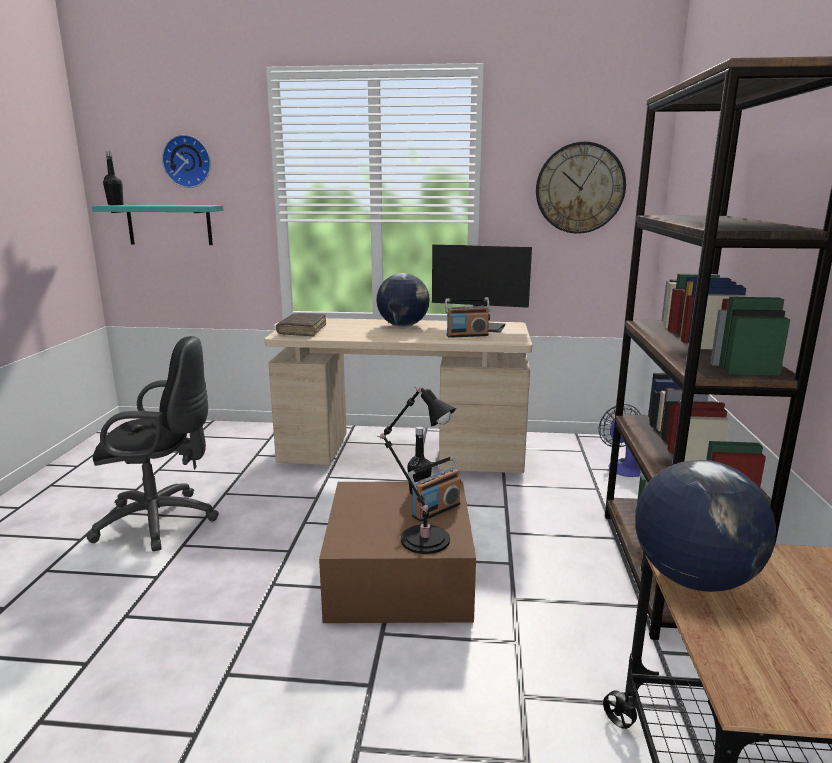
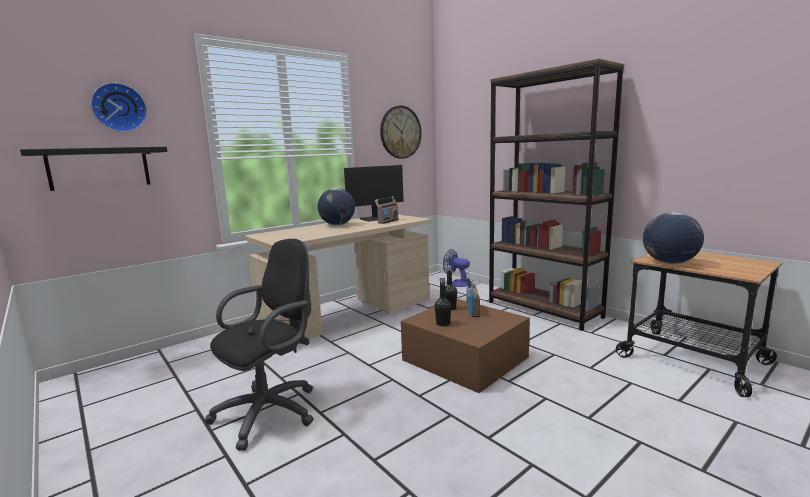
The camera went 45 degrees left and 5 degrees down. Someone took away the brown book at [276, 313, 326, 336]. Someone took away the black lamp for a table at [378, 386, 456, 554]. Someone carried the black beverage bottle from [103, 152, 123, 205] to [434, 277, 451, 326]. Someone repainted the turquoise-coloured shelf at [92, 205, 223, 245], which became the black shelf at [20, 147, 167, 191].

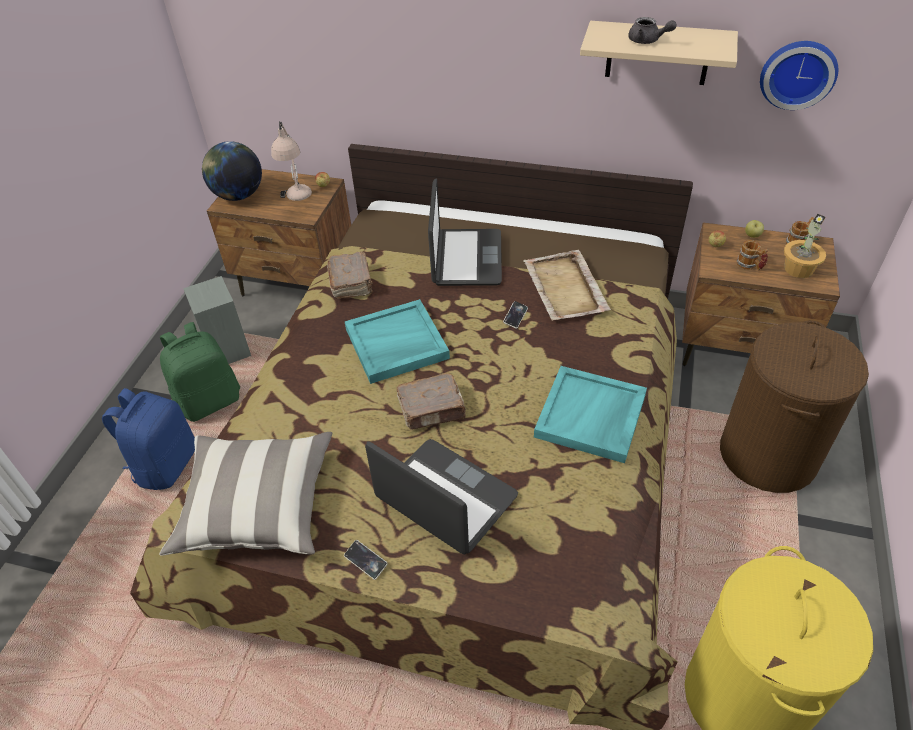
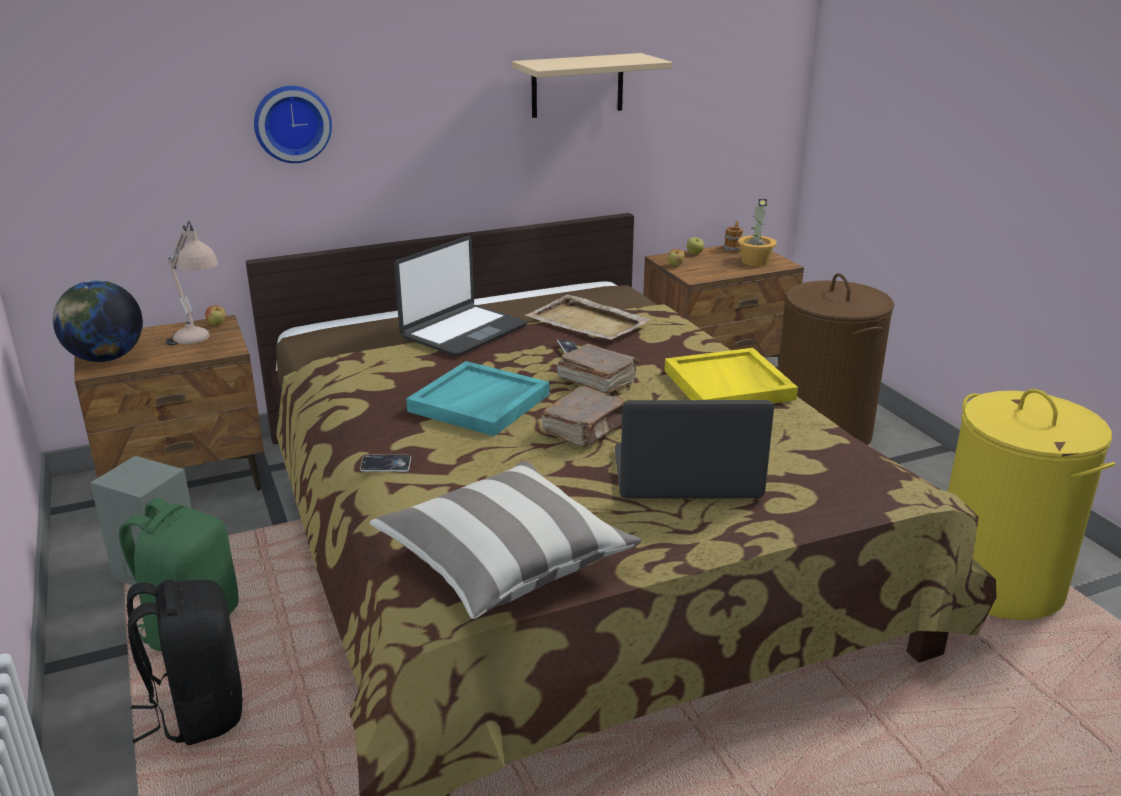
The camera went 40 degrees left and 20 degrees down. Someone took away the grey tea pot at [628, 17, 677, 44]. Someone took away the coffee mug at [737, 240, 768, 270]. Someone carried the brown book from [327, 251, 373, 299] to [557, 344, 639, 394]. Someone carried the handset from [344, 540, 388, 580] to [360, 455, 411, 472]. Someone carried the wall clock from [760, 41, 838, 110] to [254, 86, 332, 163]. Someone repainted the blue backpack at [102, 388, 195, 490], which became the black backpack at [127, 580, 243, 745]. Someone repainted the turquoise-coloured carrying tray at [534, 366, 647, 463], which became the yellow carrying tray at [664, 348, 798, 403]. Someone rotated the notebook computer at [428, 178, 502, 286] by 75 degrees clockwise.

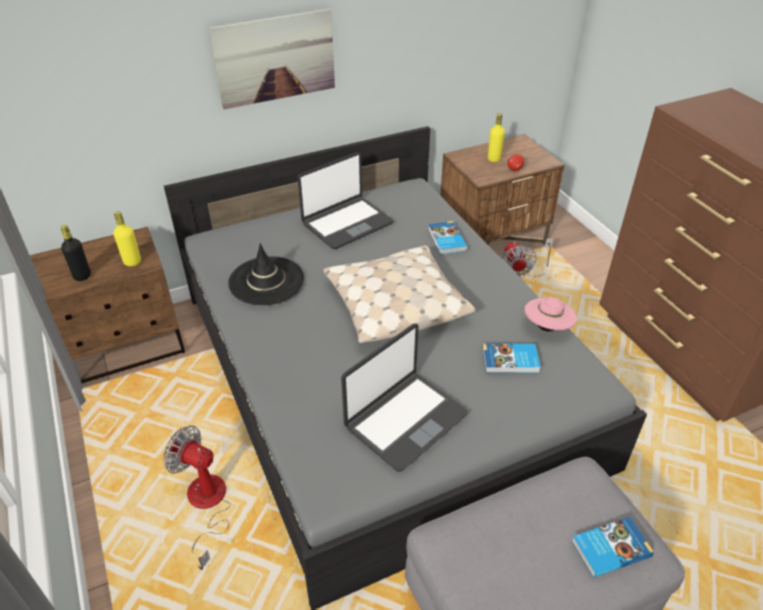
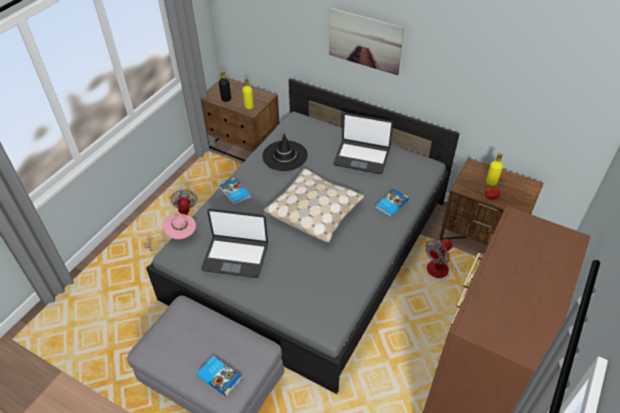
The camera went 55 degrees right and 5 degrees up. Someone carried the book from [482, 344, 541, 373] to [219, 178, 251, 205]. Someone carried the pink hat from [525, 297, 577, 332] to [162, 214, 196, 239].

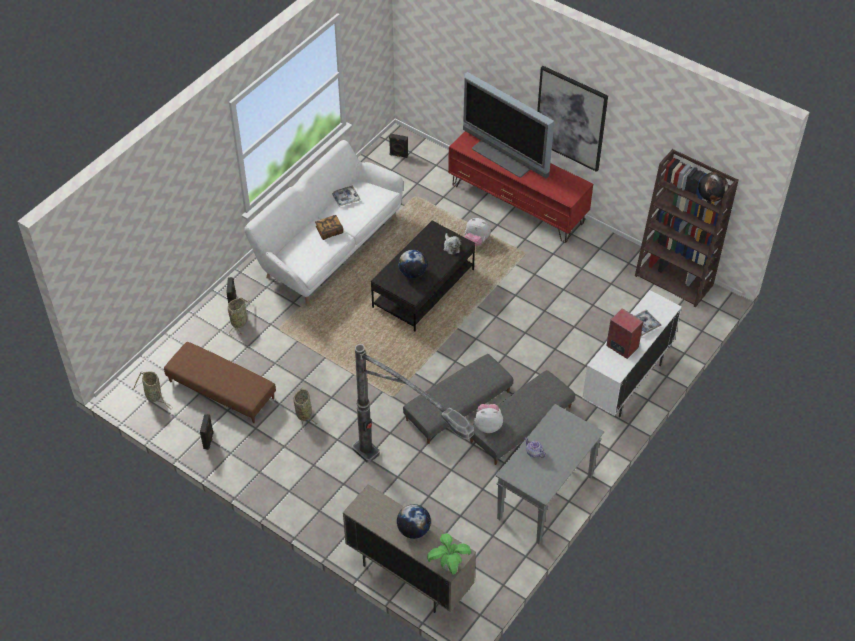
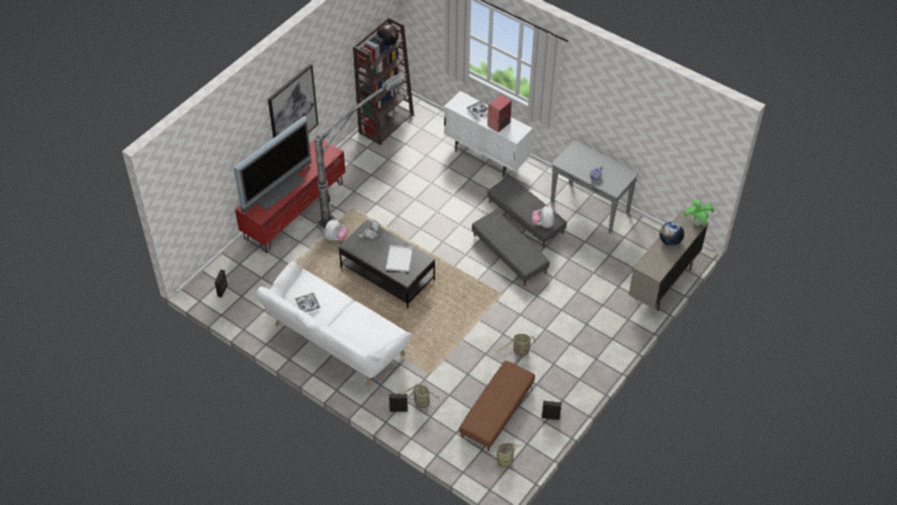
The camera went 90 degrees left and 0 degrees up. Someone took away the book at [315, 215, 343, 240]. Someone carried the standing lamp from [352, 344, 474, 463] to [314, 74, 405, 232]. Someone swapped the globe at [398, 250, 427, 278] for the white-coloured carrying tray at [386, 245, 413, 272].

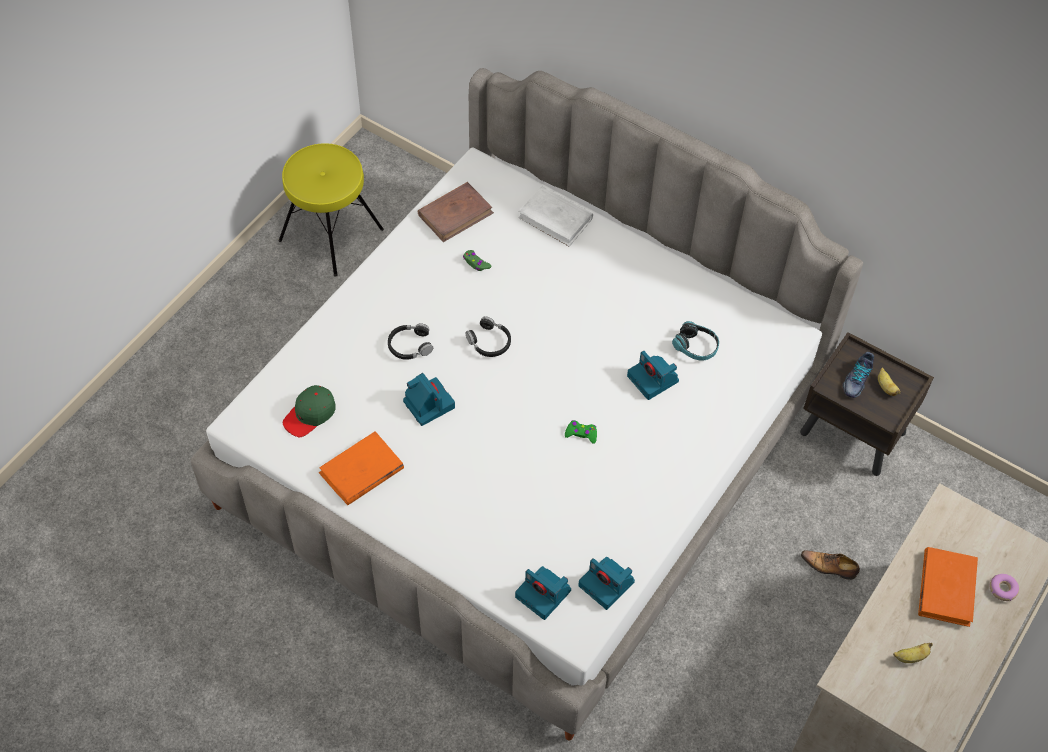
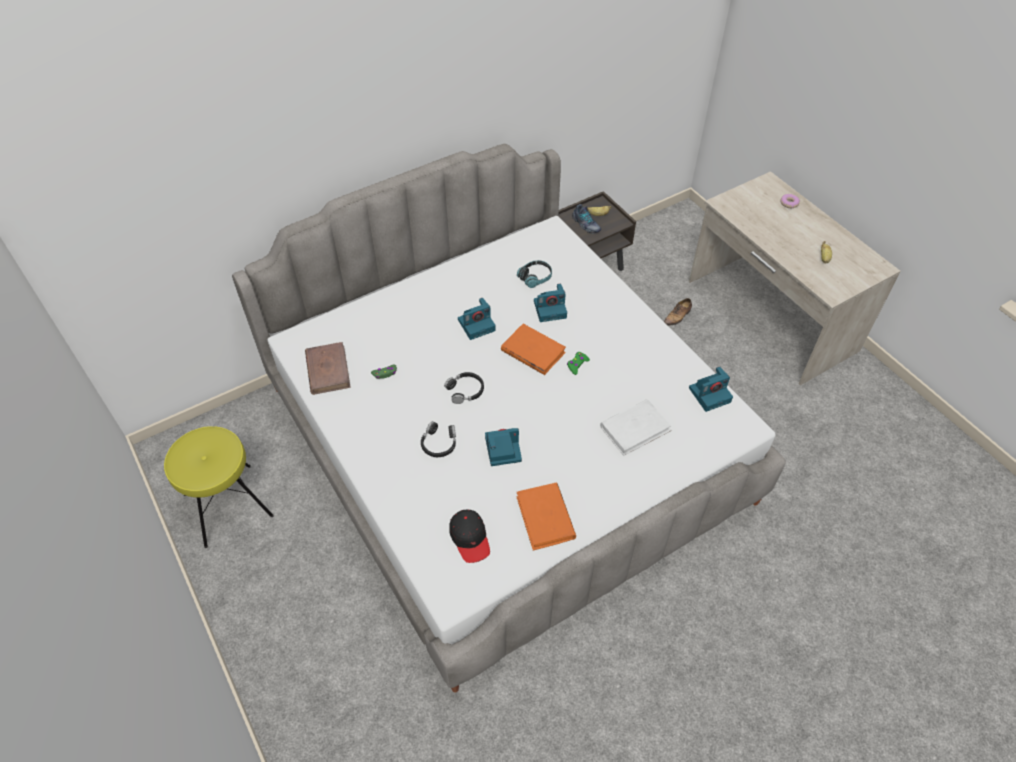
The camera went 65 degrees left and 5 degrees down. Someone carried the still camera from [515, 566, 571, 620] to [458, 298, 495, 340]. Someone carried the white-coloured book from [518, 186, 593, 246] to [600, 399, 671, 456]. Someone carried the orange book from [918, 547, 978, 627] to [501, 324, 566, 375]. Someone repainted the greenish cap at [283, 385, 336, 437], which became the black cap at [449, 510, 490, 563].

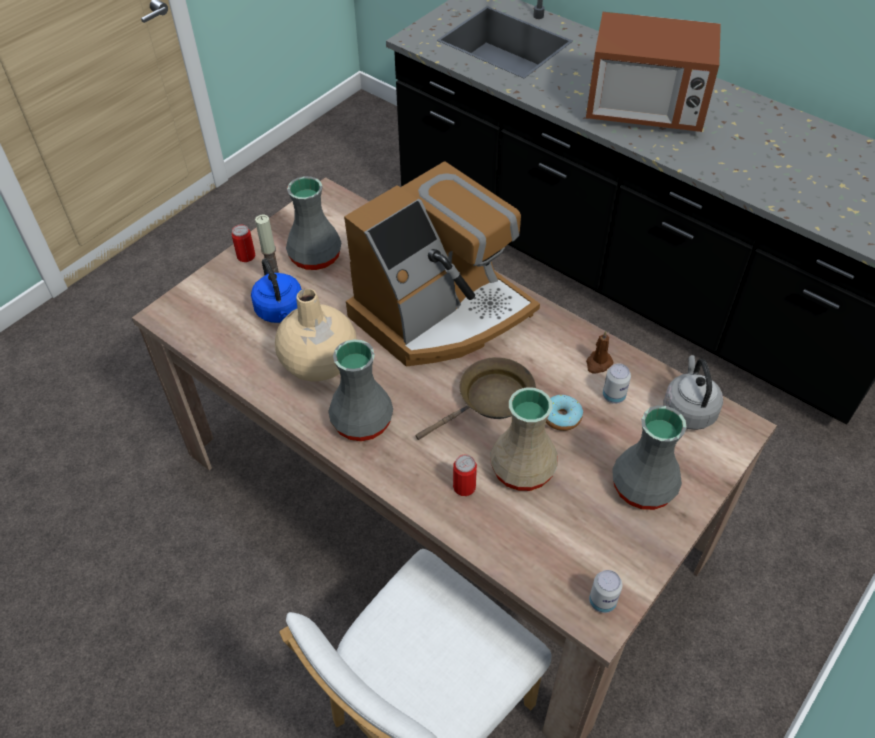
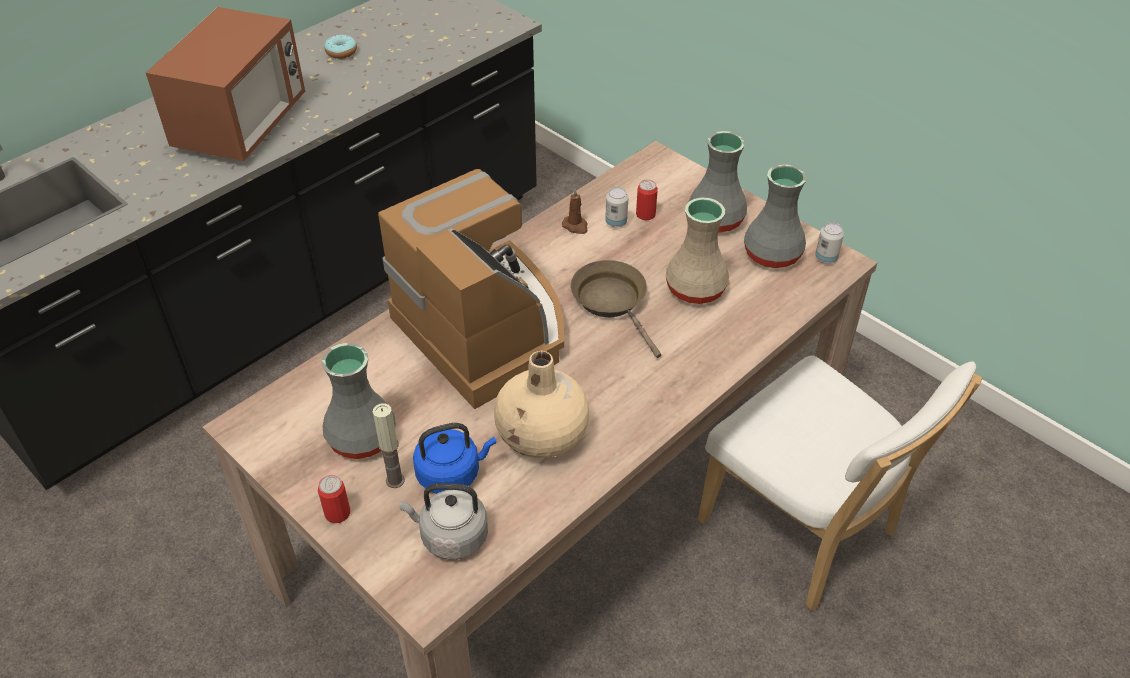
The camera went 85 degrees left and 5 degrees down. Someone carried the grey decorative vase from [328, 339, 393, 441] to [744, 164, 807, 268]. Someone carried the metal can from [453, 455, 477, 496] to [636, 179, 658, 220]. Someone carried the doughnut from [546, 395, 583, 431] to [324, 35, 357, 59]. Someone carried the grey tea kettle from [663, 355, 723, 430] to [399, 483, 488, 560].

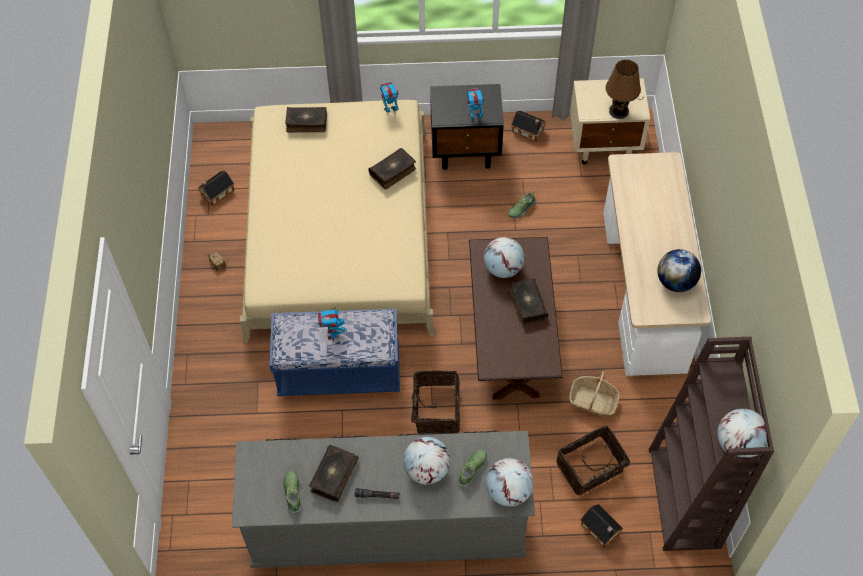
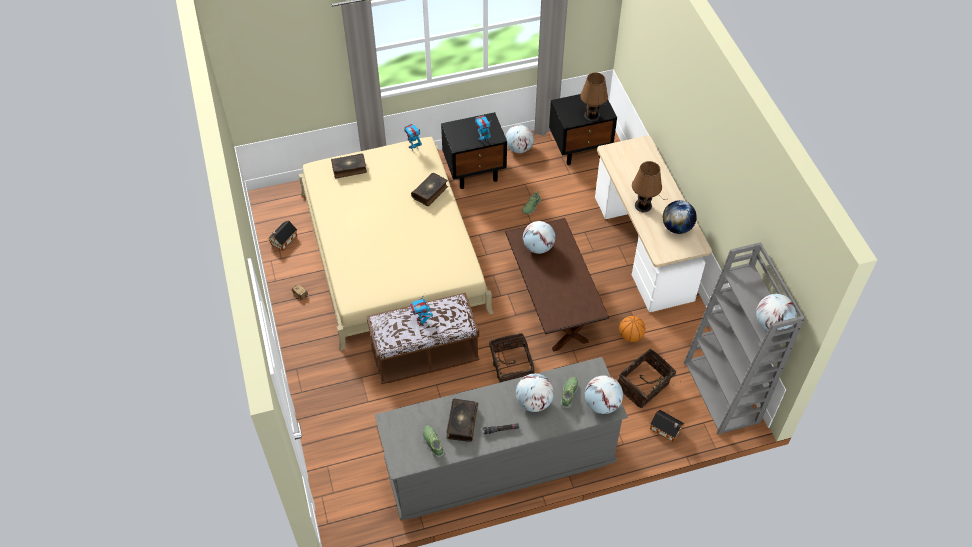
The camera went 15 degrees left and 5 degrees down. Someone took away the book at [509, 278, 548, 325]. Someone put down the brown lamp for a table at [632, 161, 668, 212]. Someone swapped the miniature house at [512, 111, 546, 142] for the globe at [506, 124, 534, 153]. Someone swapped the storage basket at [569, 371, 620, 417] for the ball for basketball at [619, 316, 645, 342]. Someone repainted the blue bench at [270, 309, 400, 396], which became the brown bench at [366, 293, 479, 384]. Someone repainted the sand-coloured night table at [570, 78, 650, 164], which became the black night table at [549, 94, 617, 165]. Someone repainted the brown bookcase at [649, 337, 774, 551], which became the grey bookcase at [684, 242, 805, 434].

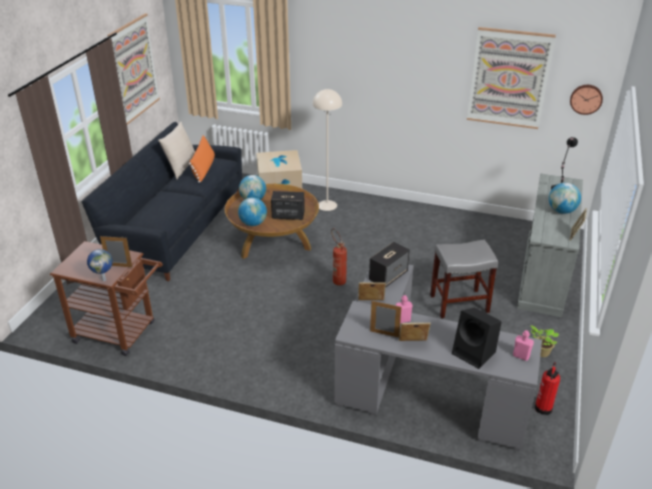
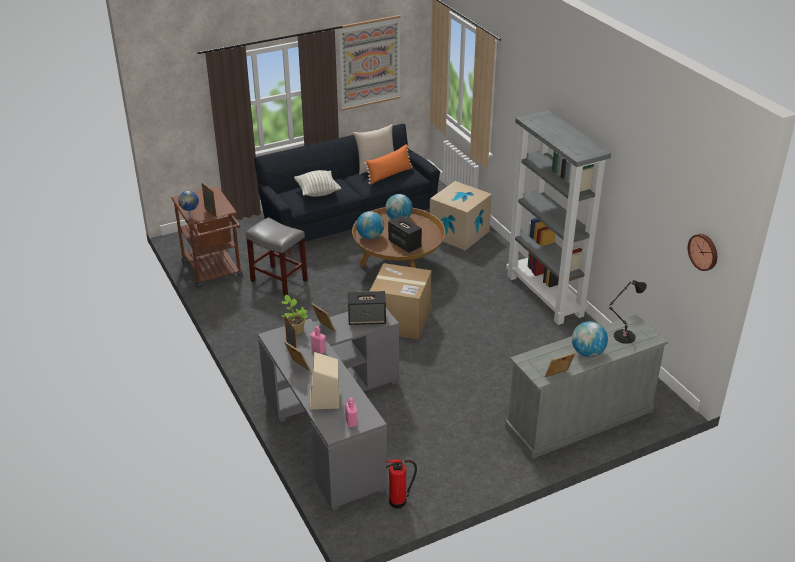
The camera went 45 degrees right and 0 degrees up. Someone took away the sand-coloured standing lamp at [313, 89, 342, 211]. Someone took away the wall art at [467, 27, 556, 129]. Someone put down the cushion at [294, 170, 341, 197]. Someone put down the grey bookcase at [506, 110, 611, 325]. Someone carried the grey stool seat from [430, 240, 498, 319] to [246, 217, 308, 296]. Someone carried the houseplant from [531, 326, 559, 357] to [281, 295, 308, 335]. Someone swapped the fire-fighting cylinder at [331, 228, 347, 286] for the carton at [370, 263, 431, 340]. Someone repainted the black loudspeaker at [452, 308, 502, 369], which became the sand-coloured loudspeaker at [310, 352, 339, 410].

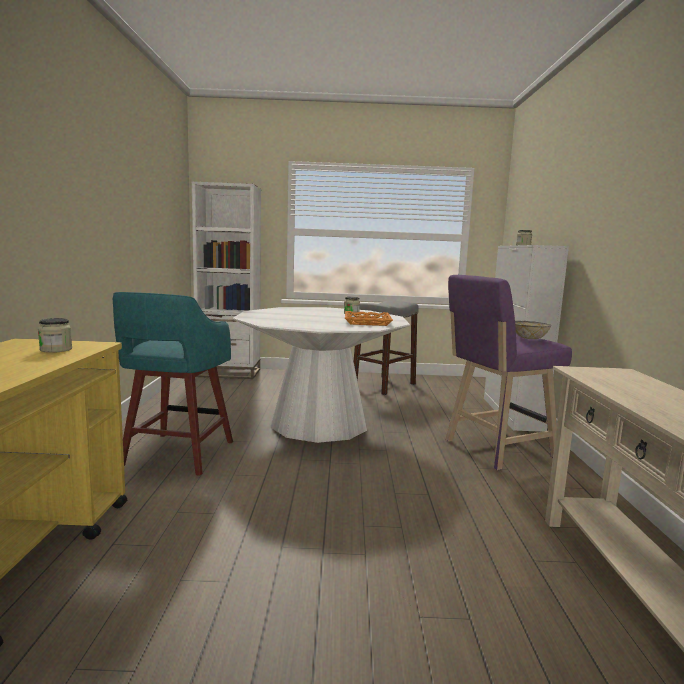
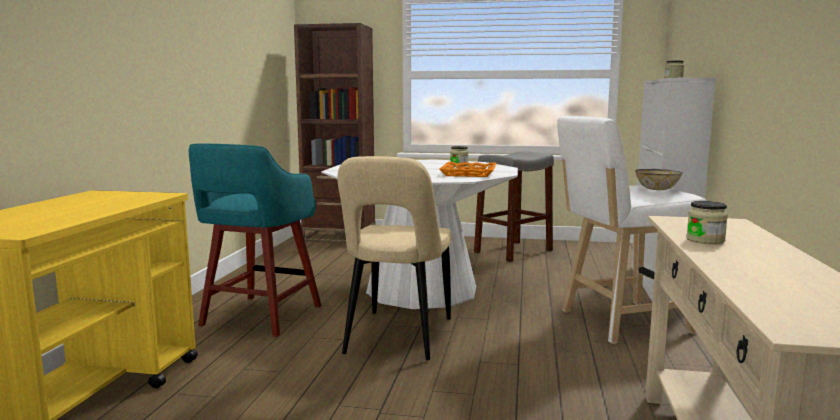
The camera went 10 degrees right and 0 degrees up. Someone put down the sand-coloured upright chair at [337, 156, 452, 360]. Someone carried the storage jar from [38, 318, 72, 353] to [686, 201, 728, 244]. Someone repainted the white-coloured bookcase at [192, 182, 261, 379], which became the brown bookcase at [294, 23, 375, 243]. Someone repainted the purplish stool seat at [445, 275, 572, 470], which became the white-coloured stool seat at [557, 116, 707, 344].

